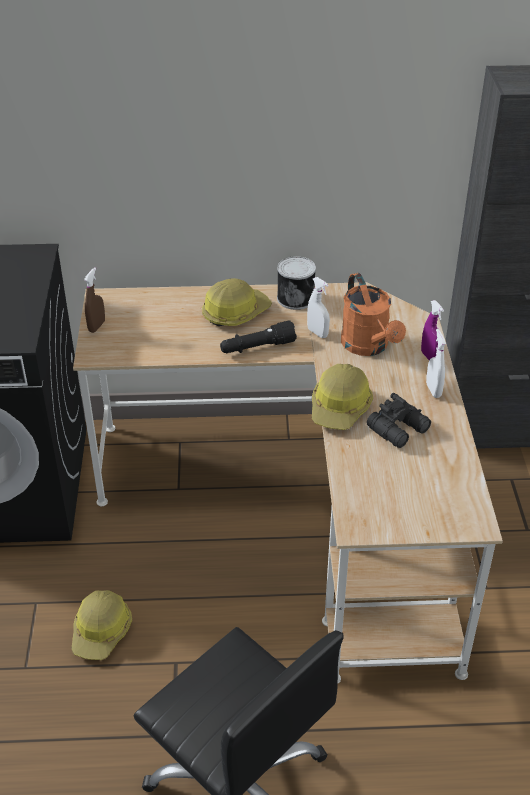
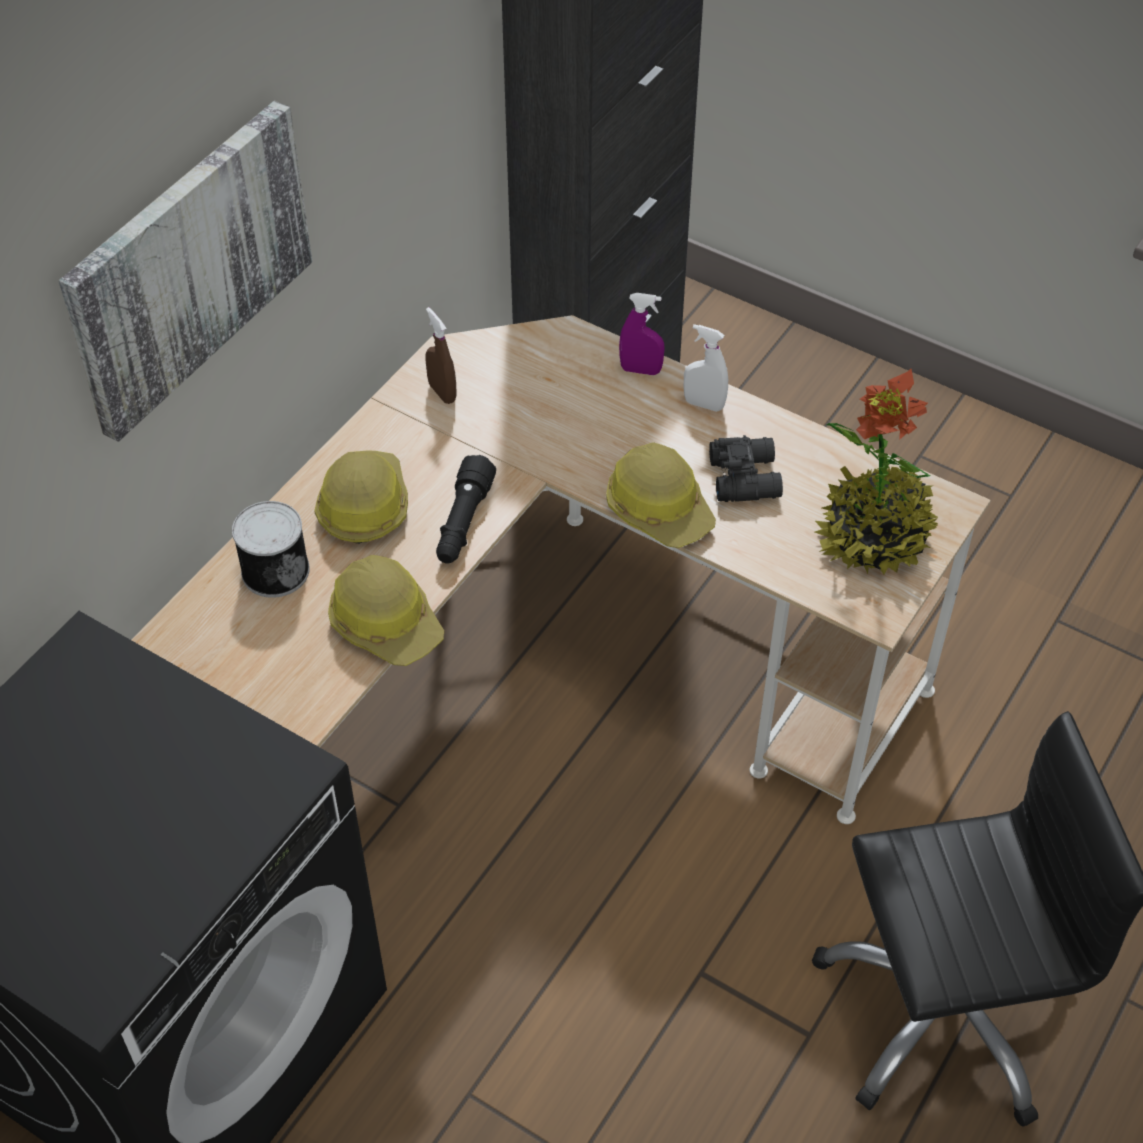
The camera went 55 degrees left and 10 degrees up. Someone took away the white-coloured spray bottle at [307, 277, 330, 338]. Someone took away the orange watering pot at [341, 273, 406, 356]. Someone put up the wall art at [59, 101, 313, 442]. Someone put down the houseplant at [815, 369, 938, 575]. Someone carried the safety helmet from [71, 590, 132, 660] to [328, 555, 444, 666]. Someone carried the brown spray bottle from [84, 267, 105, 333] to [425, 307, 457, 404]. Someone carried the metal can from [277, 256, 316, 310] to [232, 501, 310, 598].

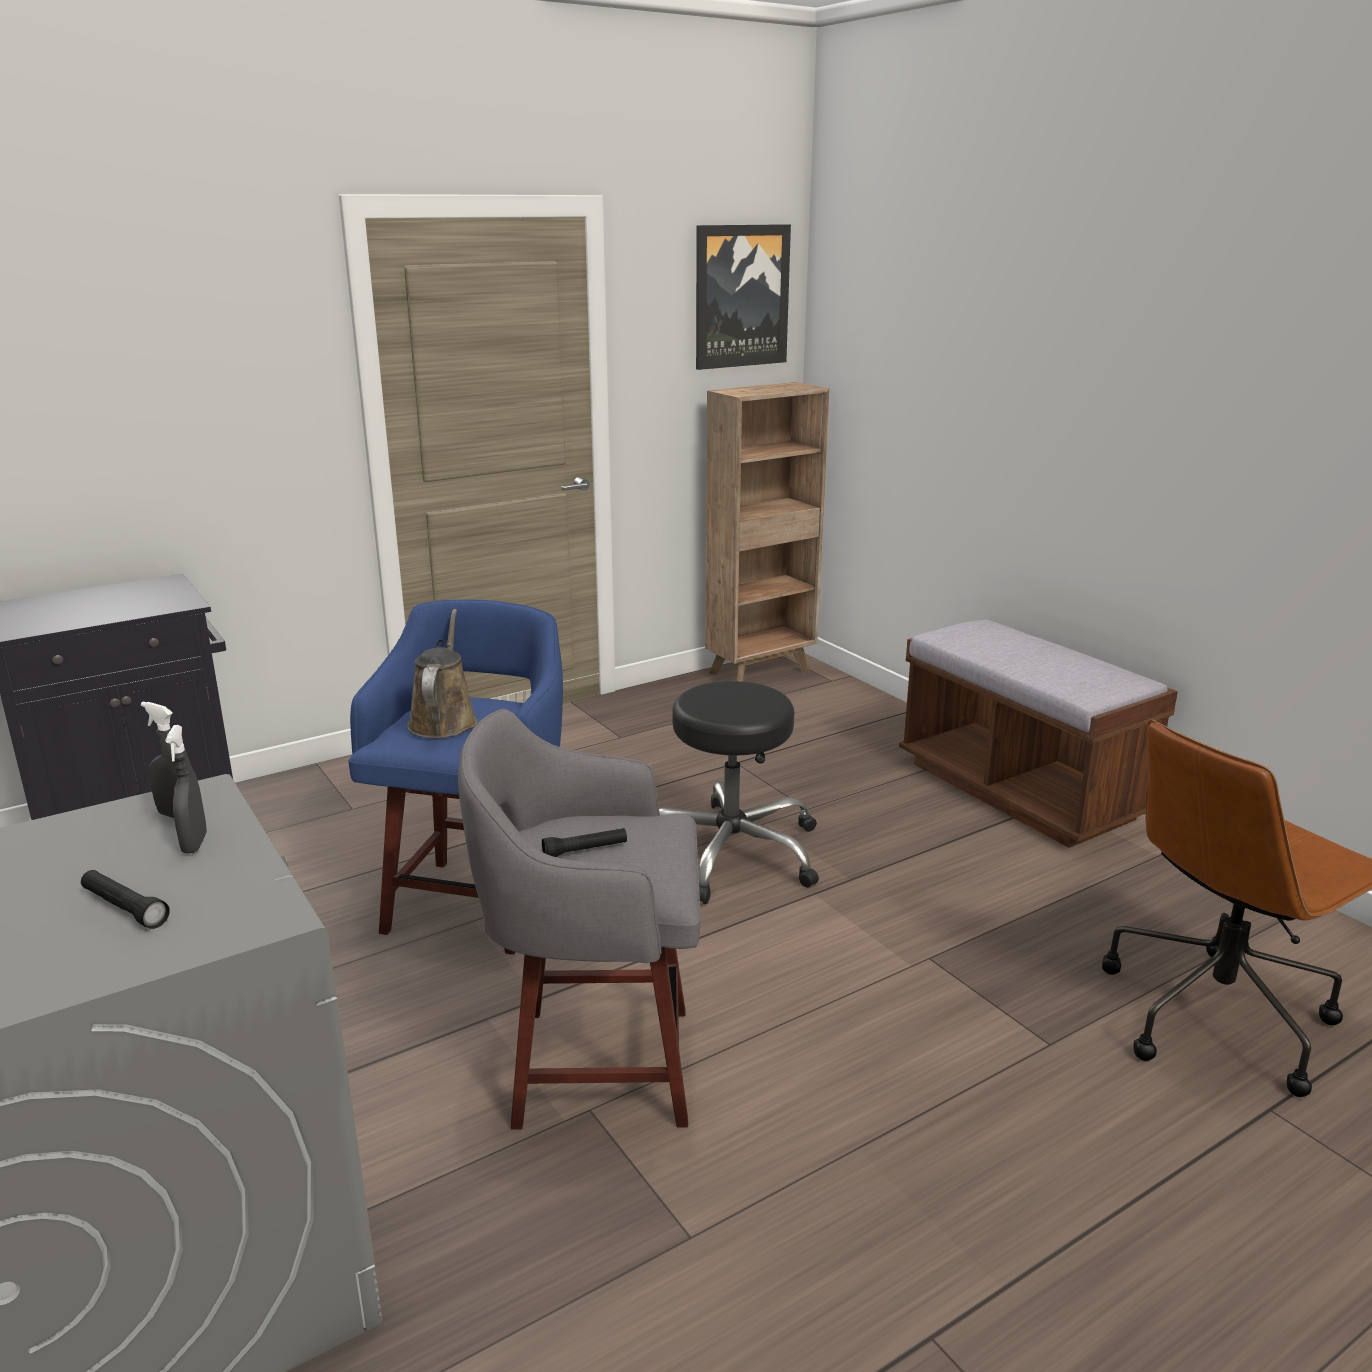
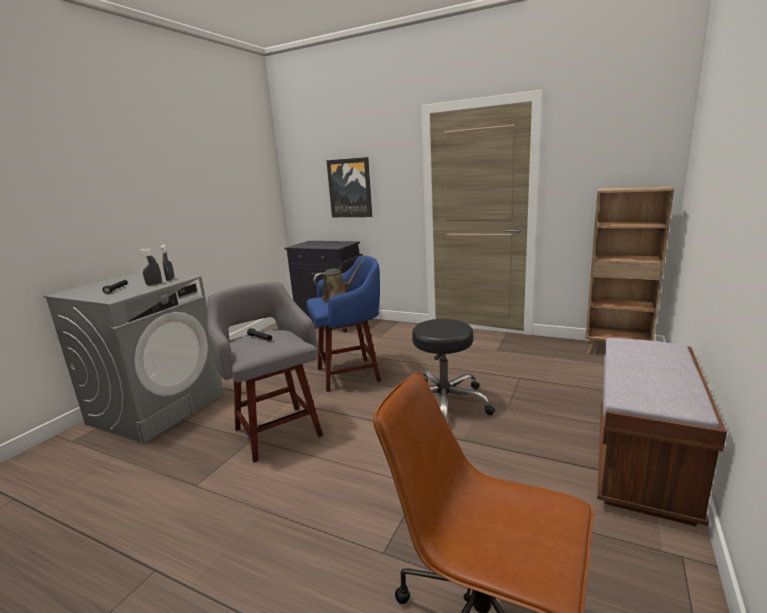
The camera went 60 degrees right and 5 degrees down. Someone carried the wall art from [696, 224, 791, 370] to [326, 157, 372, 217].

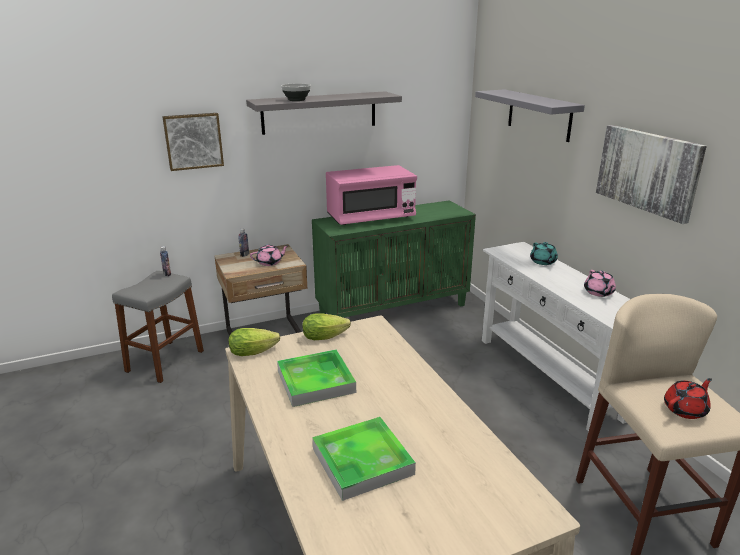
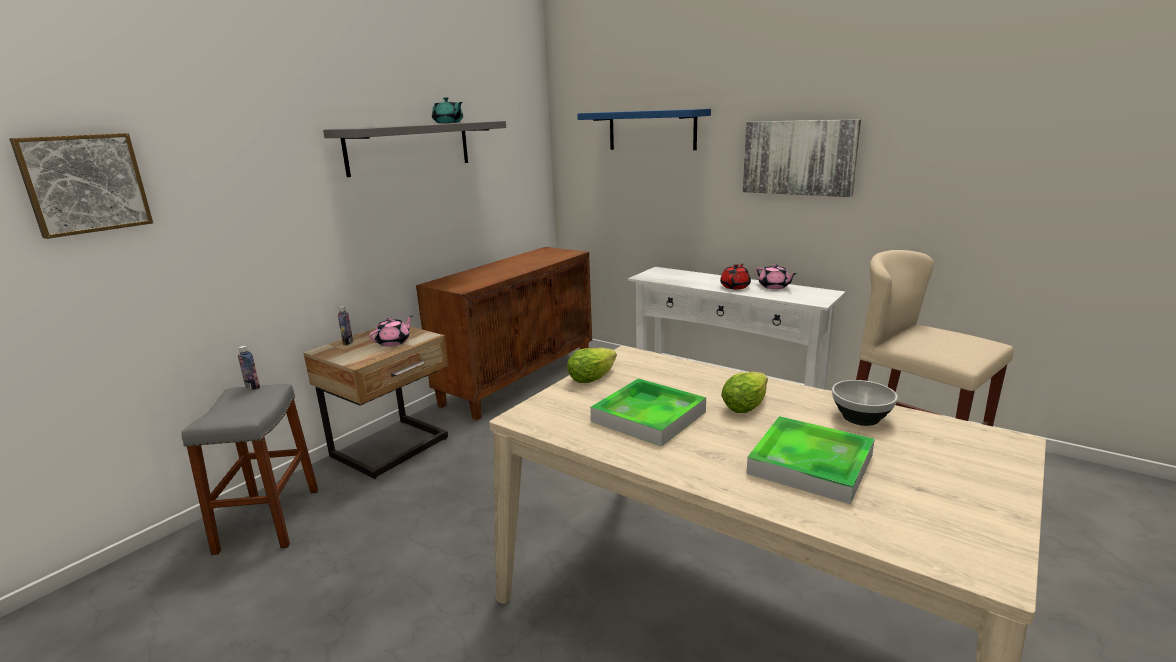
The camera went 30 degrees left and 5 degrees down. Someone took away the pink kitchen microwave at [326, 165, 417, 225]. Someone carried the wall art from [162, 113, 224, 171] to [9, 133, 153, 239]. Someone carried the head of lettuce from [228, 328, 280, 356] to [721, 372, 768, 413]. Someone carried the bowl from [281, 84, 311, 101] to [832, 380, 898, 426]. Someone carried the turquoise-coloured tea pot from [530, 242, 558, 265] to [432, 97, 463, 123]. Someone carried the red tea pot from [664, 378, 712, 419] to [720, 264, 751, 289]. Someone repainted the greenish storage cabinet at [312, 200, 476, 318], which became the brown storage cabinet at [416, 247, 592, 420]. Someone repainted the grey shelf at [475, 89, 585, 142], which became the blue shelf at [577, 109, 711, 150].

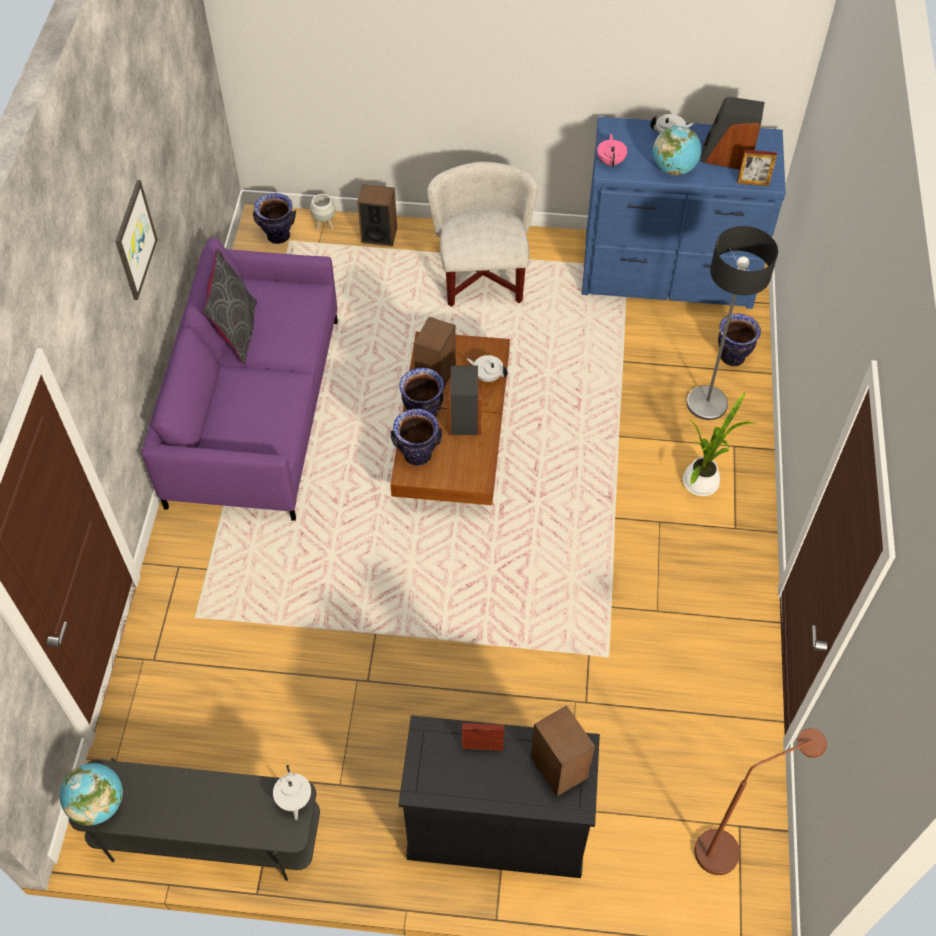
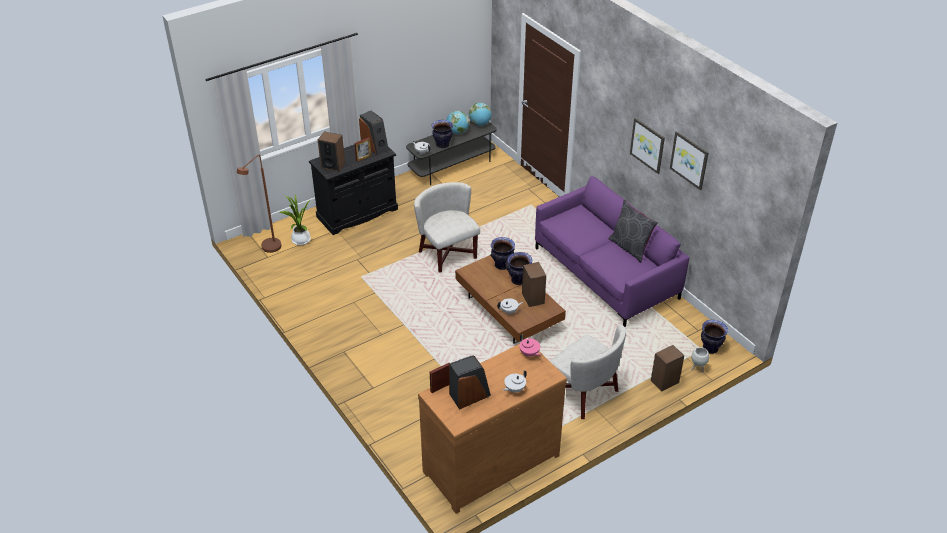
The camera went 140 degrees right and 15 degrees down. Someone took away the standing lamp at [686, 226, 778, 420]. Someone put down the white-coloured armchair at [414, 182, 480, 272]. Someone put up the wall art at [670, 131, 709, 190]. Someone carried the loudspeaker from [447, 365, 481, 435] to [359, 111, 389, 155]. Someone carried the globe from [653, 126, 701, 175] to [446, 111, 469, 134]. Someone carried the houseplant from [683, 392, 754, 496] to [279, 194, 311, 245]. Someone carried the decorative vase from [718, 314, 761, 366] to [431, 120, 453, 149]. Someone repainted the blue dresser at [582, 117, 786, 309], which became the brown dresser at [418, 344, 567, 514].

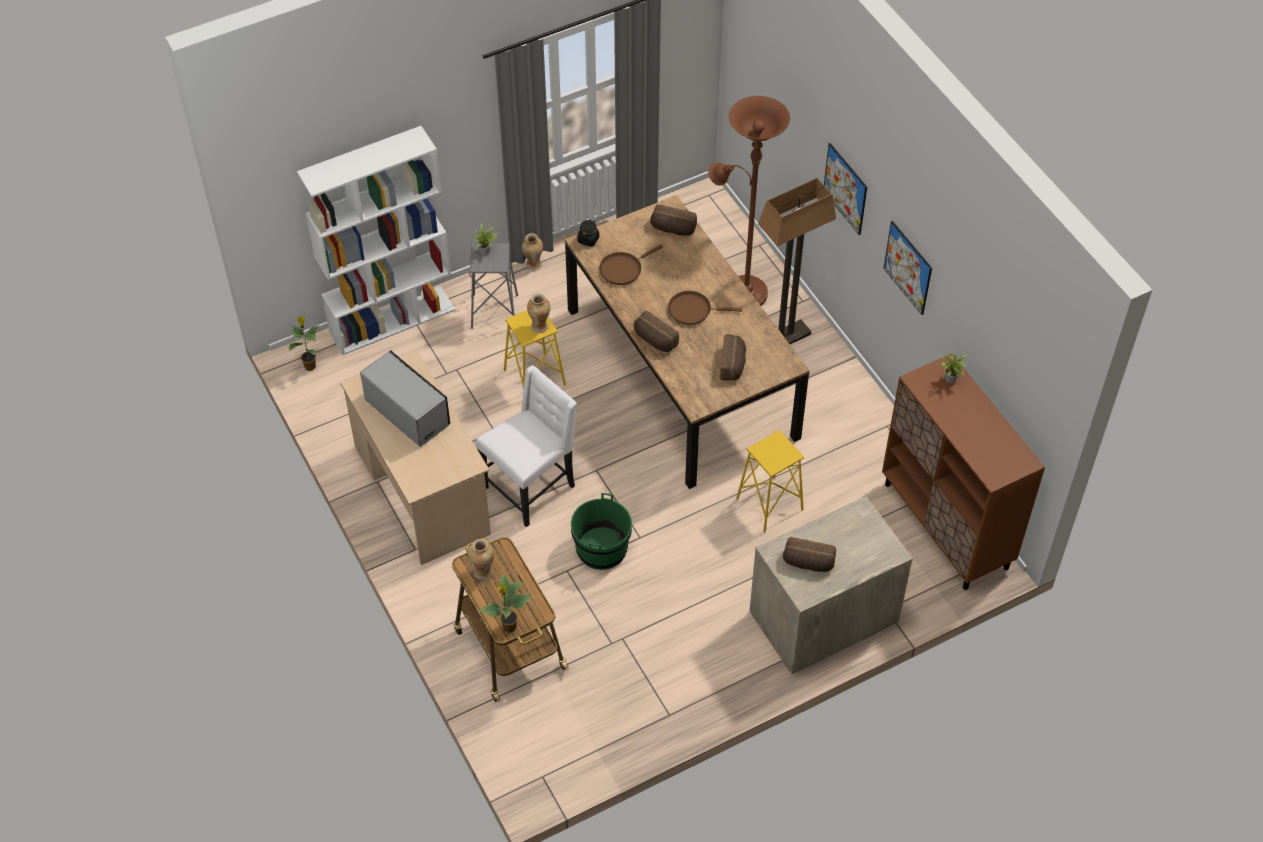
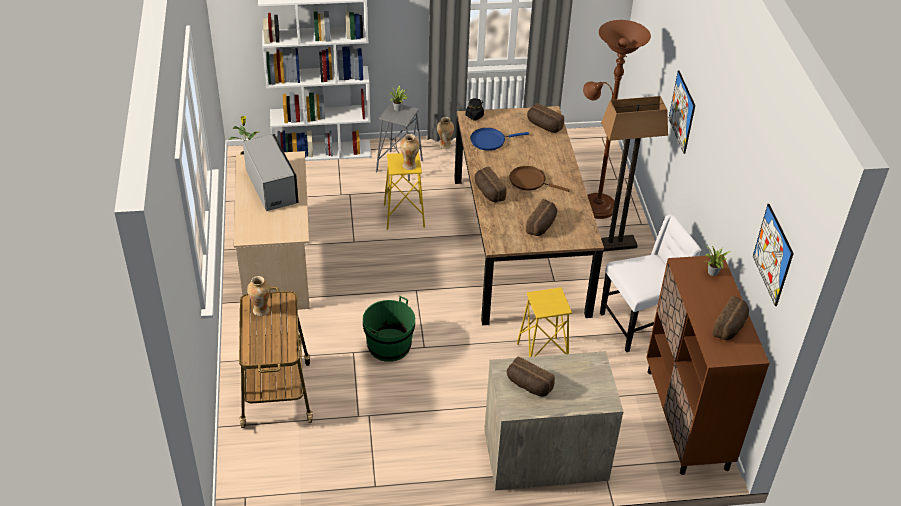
The camera went 20 degrees right and 10 degrees down. Someone took away the houseplant at [479, 574, 532, 633]. Someone put down the bread at [712, 296, 749, 340]. Someone carried the white-coloured upright chair from [476, 365, 577, 527] to [600, 214, 701, 352]. Someone carried the wall art from [884, 221, 932, 315] to [753, 204, 794, 306]. Someone repainted the brown frying pan at [600, 244, 663, 285], which became the blue frying pan at [470, 128, 529, 151].

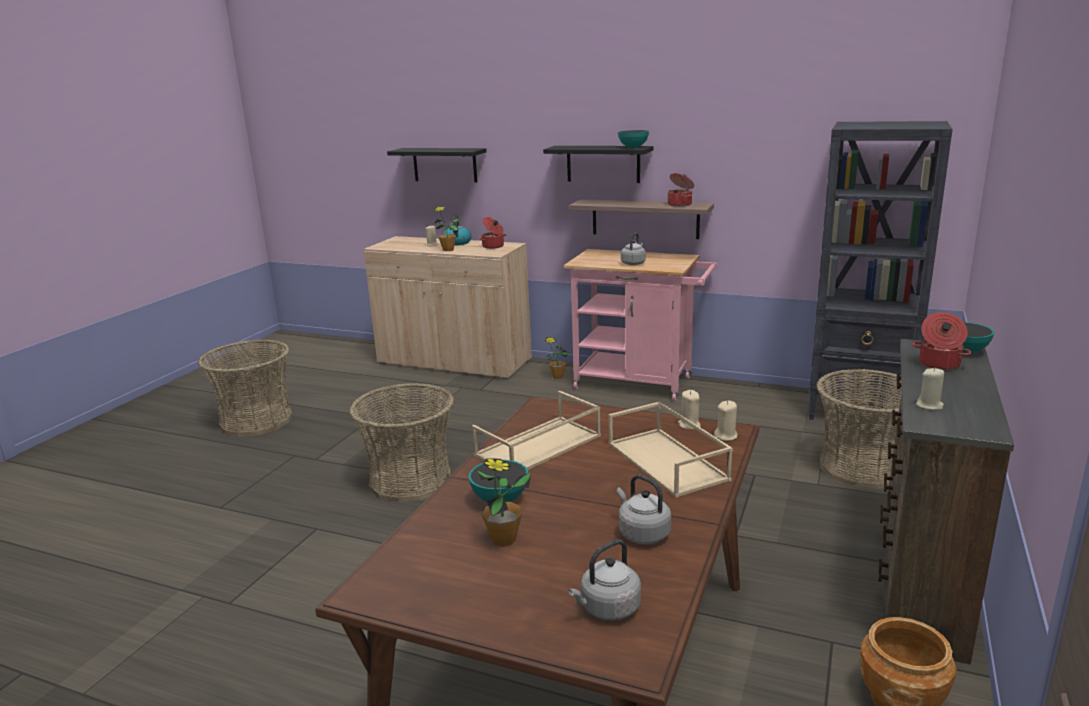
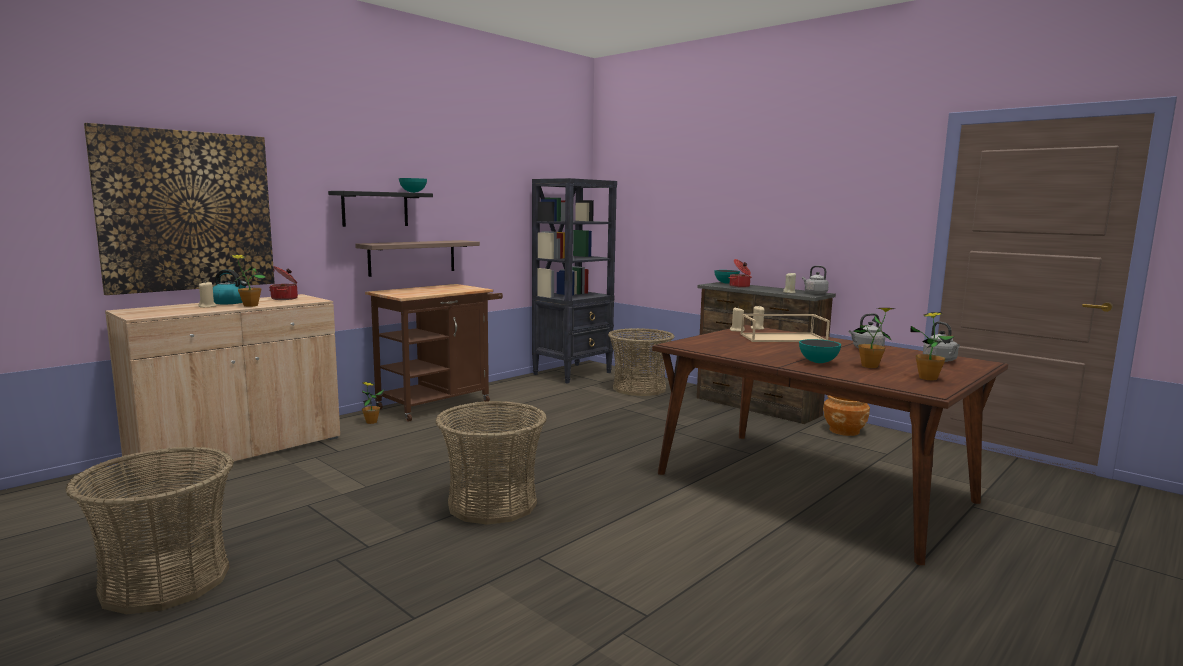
The camera went 70 degrees left and 10 degrees down. Someone took away the sand-coloured carrying tray at [472, 391, 601, 470]. Someone took away the cooking pot at [668, 173, 694, 207]. Someone put down the houseplant at [910, 312, 955, 381]. Someone carried the grey tea kettle from [621, 233, 646, 265] to [802, 266, 829, 294]. Someone swapped the black shelf at [387, 148, 487, 183] for the wall art at [84, 123, 275, 295]. Someone repainted the pink trolley at [563, 249, 717, 401], which became the brown trolley at [365, 284, 503, 422].

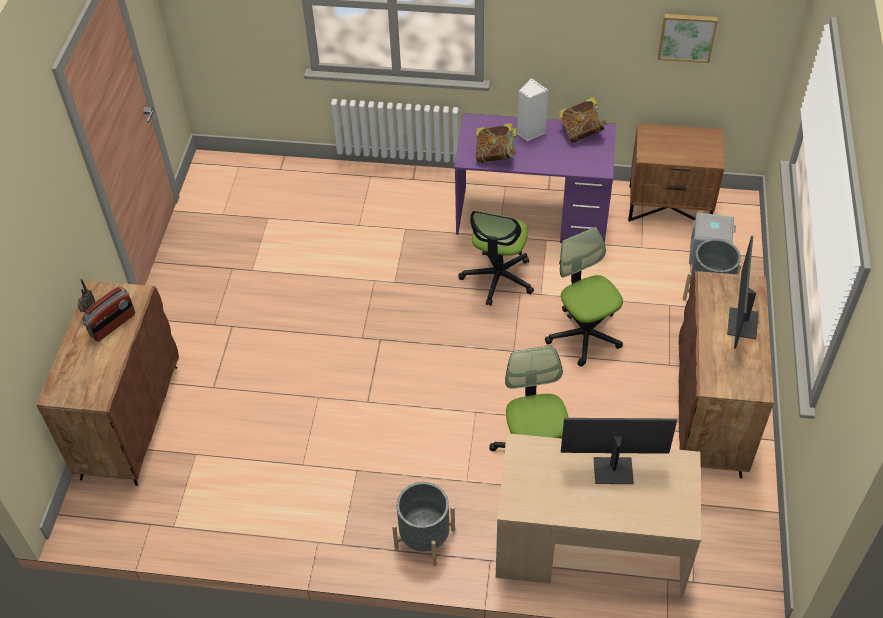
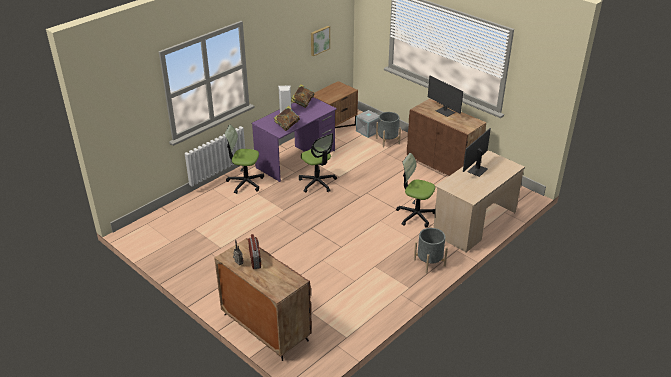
The camera went 55 degrees left and 15 degrees down. Someone carried the computer chair from [545, 228, 623, 367] to [225, 125, 264, 194].

